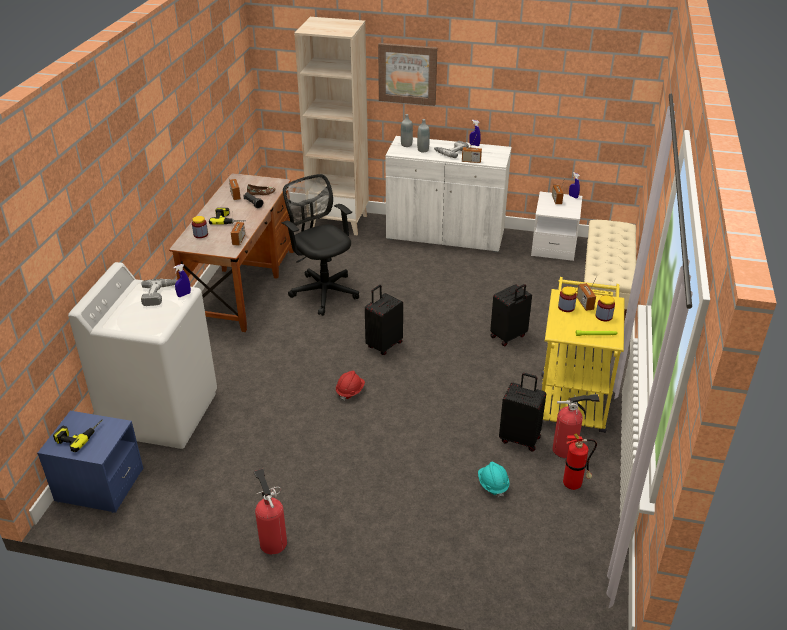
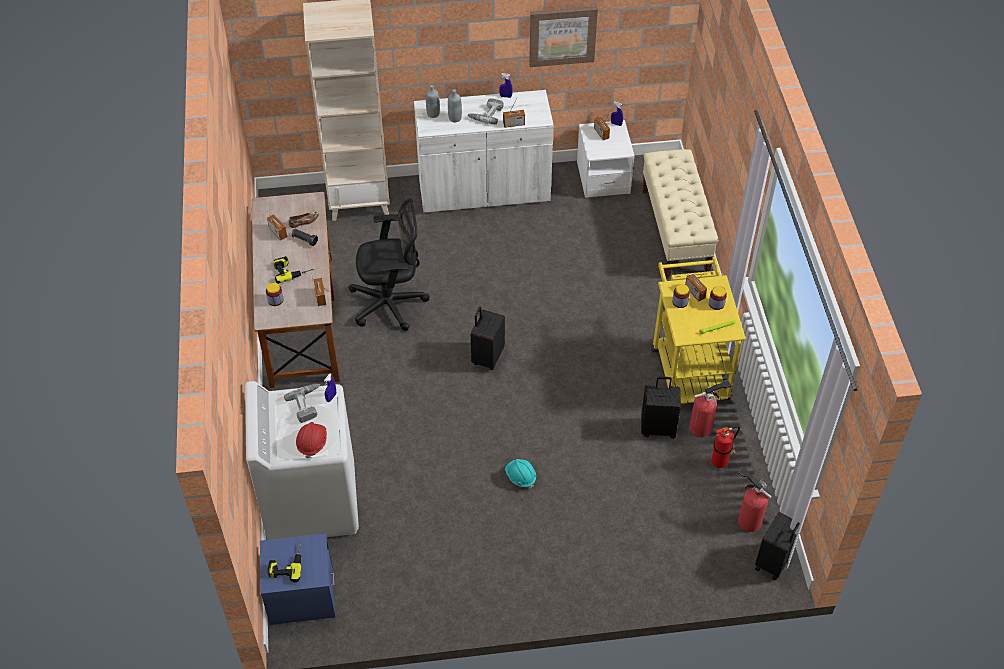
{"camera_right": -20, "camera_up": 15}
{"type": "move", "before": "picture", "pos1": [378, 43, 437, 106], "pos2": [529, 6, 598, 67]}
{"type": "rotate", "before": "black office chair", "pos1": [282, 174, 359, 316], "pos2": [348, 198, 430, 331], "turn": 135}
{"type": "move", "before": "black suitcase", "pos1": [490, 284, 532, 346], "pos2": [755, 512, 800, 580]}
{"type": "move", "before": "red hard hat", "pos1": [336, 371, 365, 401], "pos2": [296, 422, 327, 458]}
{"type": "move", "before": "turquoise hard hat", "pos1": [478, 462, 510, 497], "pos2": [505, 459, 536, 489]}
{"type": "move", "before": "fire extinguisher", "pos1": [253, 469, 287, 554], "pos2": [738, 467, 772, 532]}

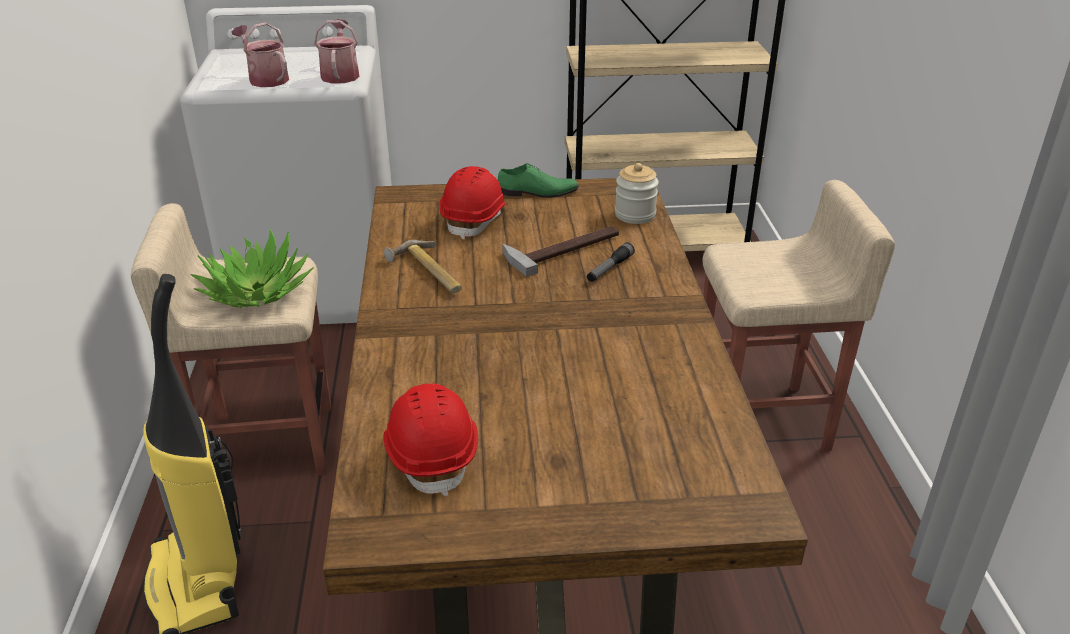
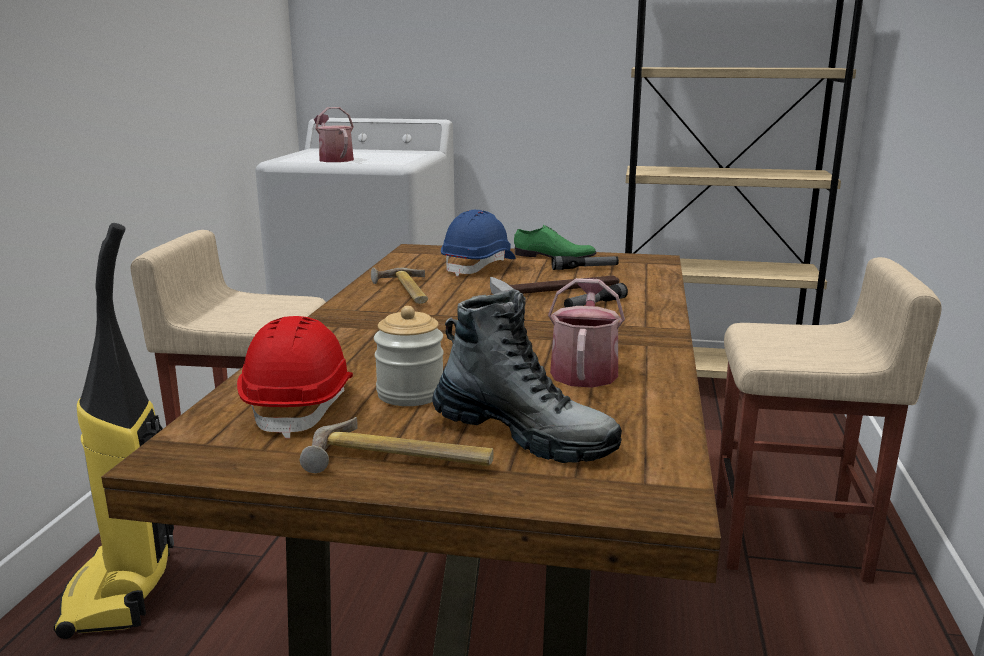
{"camera_right": 15, "camera_up": -15}
{"type": "move", "before": "watering can", "pos1": [314, 19, 360, 84], "pos2": [548, 278, 625, 388]}
{"type": "move", "before": "jar", "pos1": [615, 163, 659, 224], "pos2": [374, 306, 444, 406]}
{"type": "recolor", "before": "red hard hat", "after": "blue hard hat", "pos1": [439, 166, 507, 240], "pos2": [441, 210, 516, 277]}
{"type": "delete", "before": "potted plant", "pos1": [190, 229, 314, 308]}
{"type": "insert", "after": "flashlight", "pos2": [551, 256, 619, 270]}
{"type": "insert", "after": "boot", "pos2": [432, 289, 622, 463]}
{"type": "insert", "after": "hammer", "pos2": [299, 417, 494, 473]}

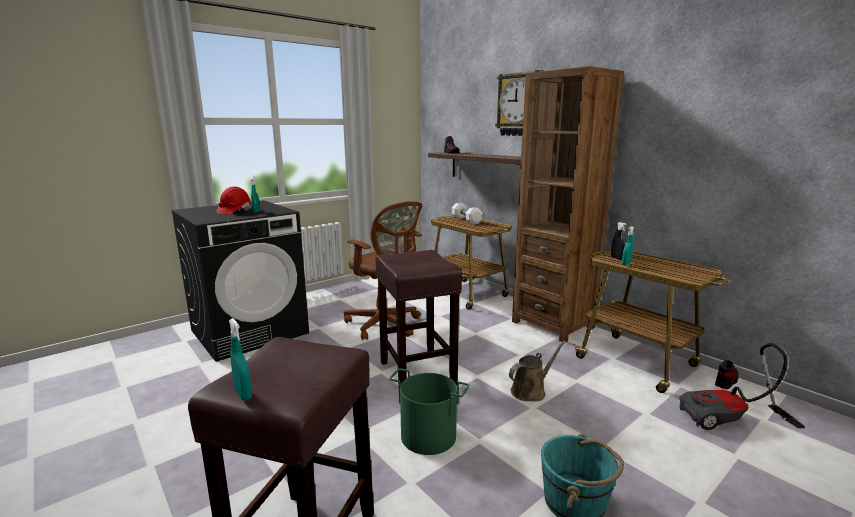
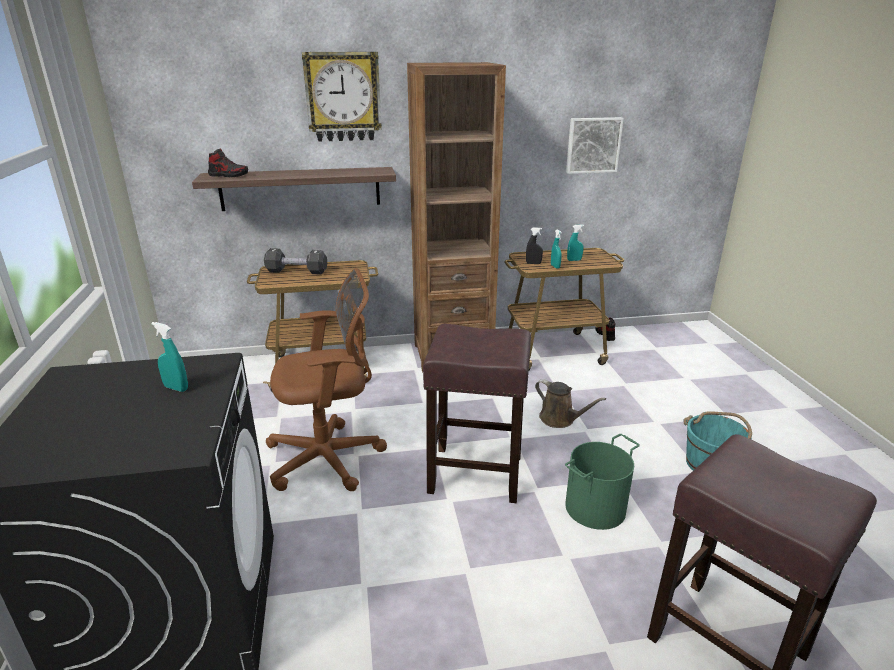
{"camera_right": -60, "camera_up": 10}
{"type": "delete", "before": "red hard hat", "pos1": [216, 187, 251, 215]}
{"type": "recolor", "before": "white dumbbell", "after": "black dumbbell", "pos1": [452, 203, 483, 224], "pos2": [264, 248, 327, 274]}
{"type": "move", "before": "turquoise spray bottle", "pos1": [229, 318, 252, 401], "pos2": [567, 224, 584, 261]}
{"type": "rotate", "before": "brown watering can", "pos1": [509, 341, 566, 401], "pos2": [535, 379, 606, 428], "turn": 135}
{"type": "delete", "before": "vacuum cleaner", "pos1": [679, 343, 805, 430]}
{"type": "insert", "after": "picture", "pos2": [566, 117, 624, 174]}

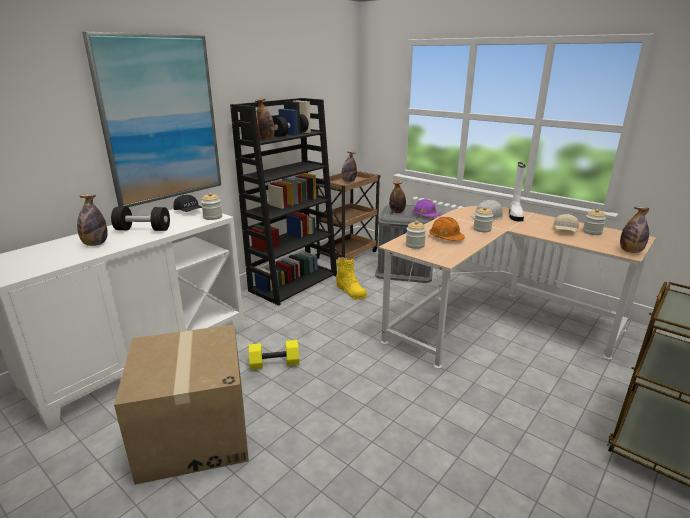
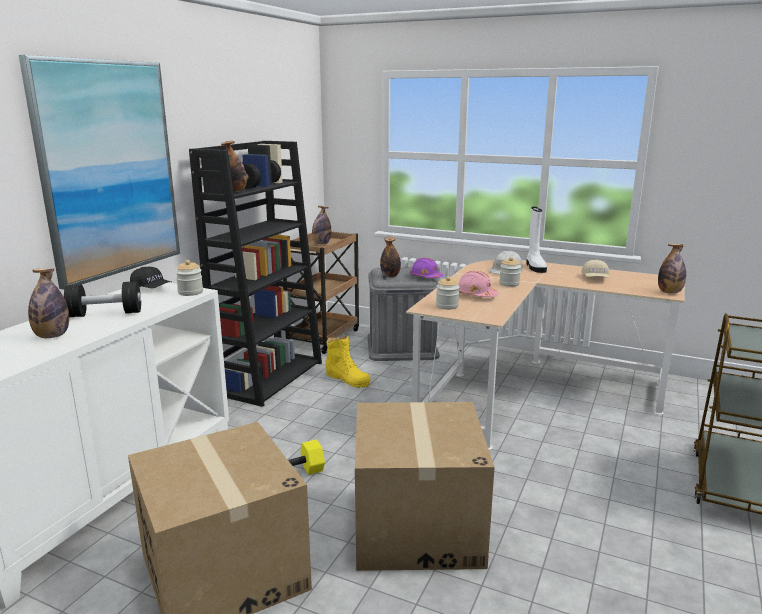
{"camera_right": -15, "camera_up": -5}
{"type": "delete", "before": "jar", "pos1": [583, 209, 606, 235]}
{"type": "recolor", "before": "orange hard hat", "after": "pink hard hat", "pos1": [429, 217, 465, 241], "pos2": [458, 271, 499, 297]}
{"type": "insert", "after": "cardboard box", "pos2": [355, 402, 494, 571]}

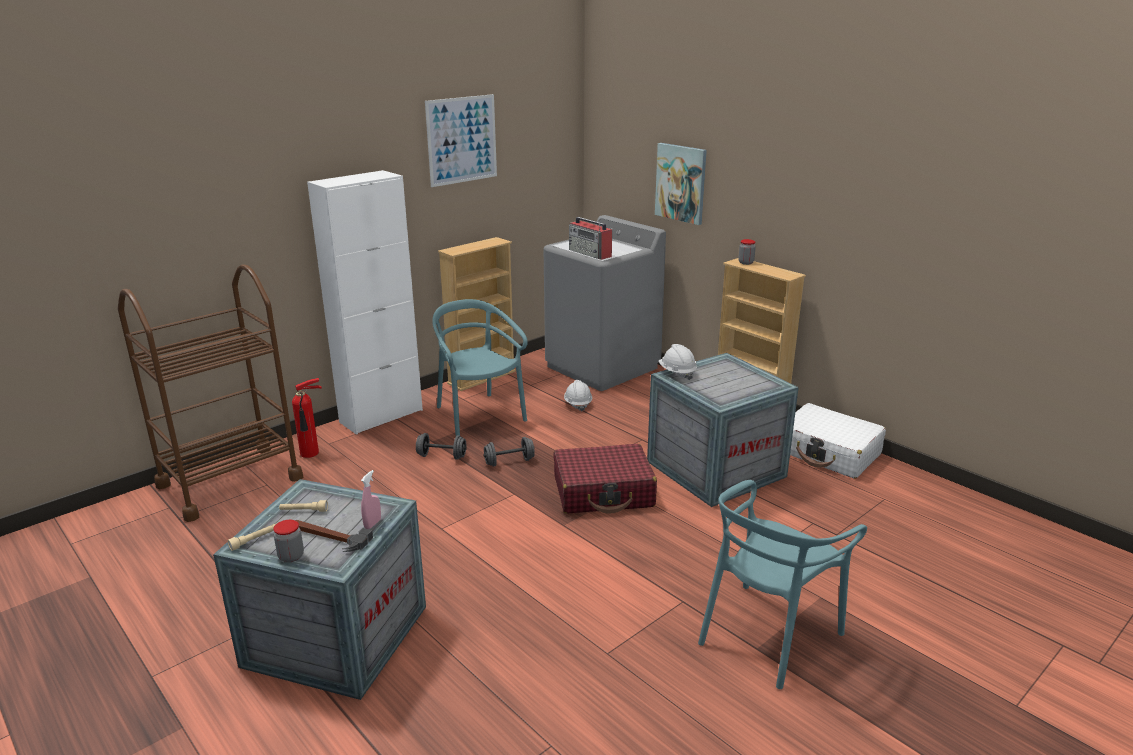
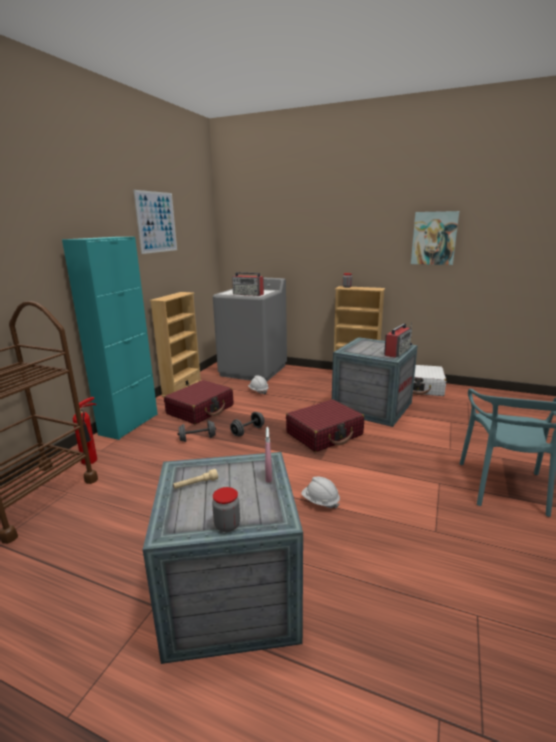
{"camera_right": -25, "camera_up": -5}
{"type": "move", "before": "picture", "pos1": [655, 143, 707, 225], "pos2": [411, 211, 459, 265]}
{"type": "recolor", "before": "white cabinet", "after": "turquoise cabinet", "pos1": [307, 170, 423, 435], "pos2": [62, 237, 158, 440]}
{"type": "replace", "before": "turquoise chair", "after": "red suitcase", "pos1": [432, 299, 528, 436], "pos2": [164, 380, 233, 424]}
{"type": "move", "before": "white hard hat", "pos1": [658, 344, 697, 380], "pos2": [301, 477, 340, 509]}
{"type": "delete", "before": "hammer", "pos1": [295, 520, 373, 552]}
{"type": "delete", "before": "beige flashlight", "pos1": [228, 524, 276, 551]}
{"type": "insert", "after": "radio", "pos2": [384, 322, 412, 358]}

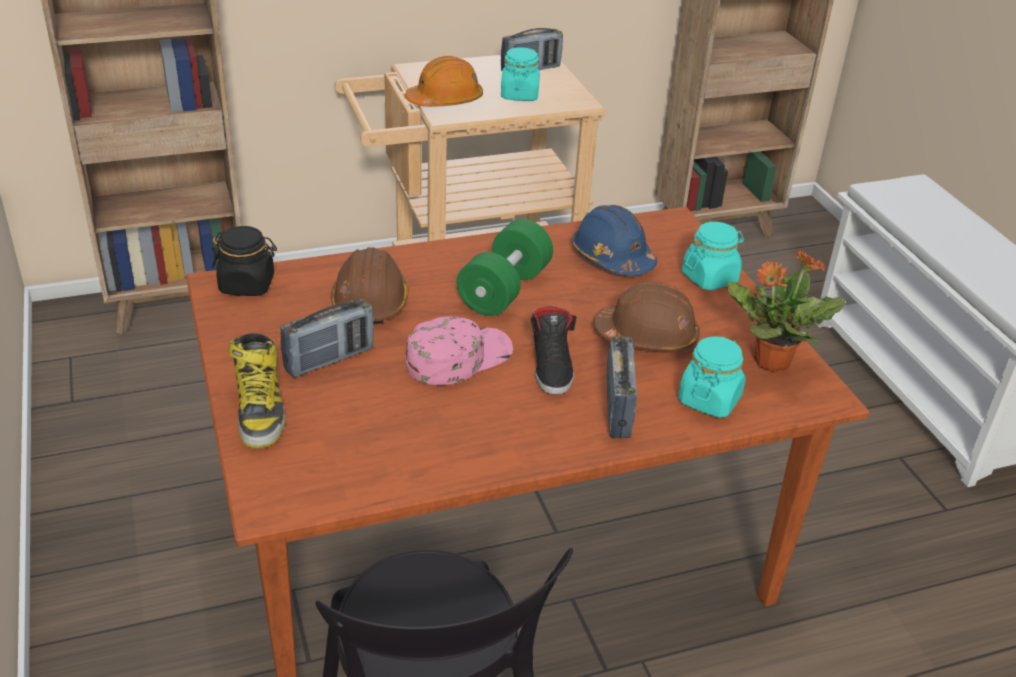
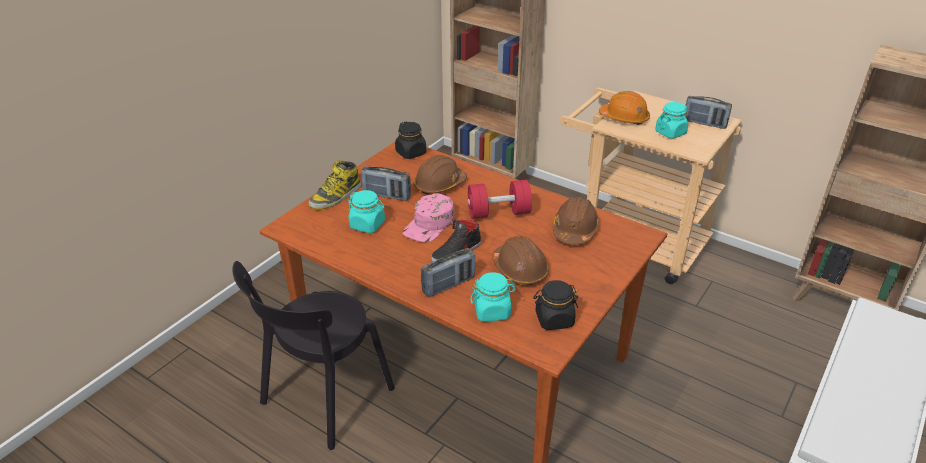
{"camera_right": 55, "camera_up": 0}
{"type": "recolor", "before": "blue hard hat", "after": "brown hard hat", "pos1": [572, 205, 657, 276], "pos2": [553, 197, 599, 245]}
{"type": "recolor", "before": "green dumbbell", "after": "red dumbbell", "pos1": [457, 219, 553, 316], "pos2": [467, 180, 532, 219]}
{"type": "move", "before": "turquoise jar", "pos1": [682, 222, 744, 290], "pos2": [348, 190, 385, 233]}
{"type": "replace", "before": "potted plant", "after": "black jar", "pos1": [727, 248, 845, 372], "pos2": [533, 280, 578, 330]}
{"type": "rotate", "before": "pink cap", "pos1": [406, 316, 513, 385], "pos2": [403, 193, 454, 242], "turn": 105}

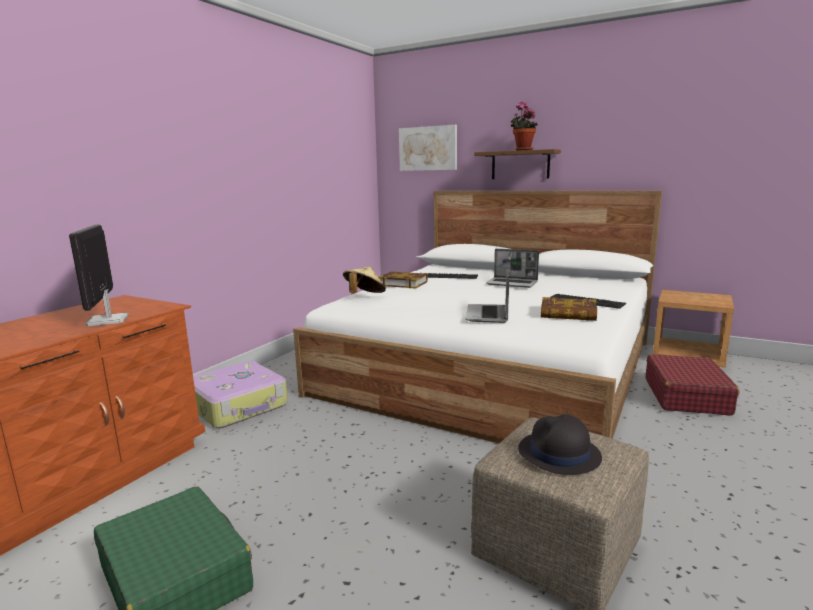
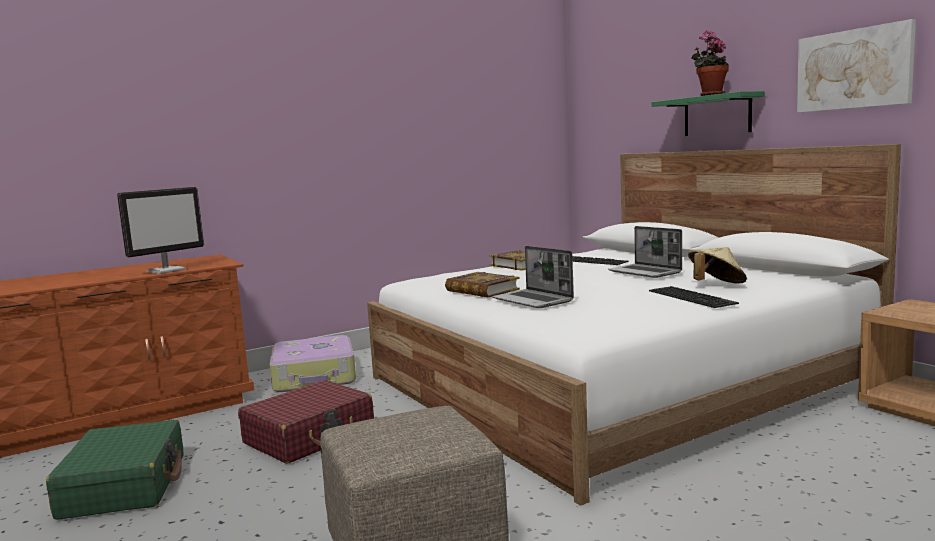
{"camera_right": 30, "camera_up": -5}
{"type": "move", "before": "picture", "pos1": [399, 125, 457, 171], "pos2": [797, 19, 916, 112]}
{"type": "recolor", "before": "brown shelf", "after": "green shelf", "pos1": [474, 149, 561, 179], "pos2": [652, 91, 765, 136]}
{"type": "rotate", "before": "monitor", "pos1": [69, 224, 129, 326], "pos2": [117, 187, 204, 274], "turn": -150}
{"type": "move", "before": "beige hat", "pos1": [343, 267, 386, 294], "pos2": [688, 247, 747, 283]}
{"type": "rotate", "before": "laptop", "pos1": [466, 270, 509, 323], "pos2": [492, 246, 574, 308], "turn": -75}
{"type": "move", "before": "book", "pos1": [541, 297, 597, 321], "pos2": [445, 272, 520, 297]}
{"type": "move", "before": "red suitcase", "pos1": [646, 354, 739, 416], "pos2": [238, 380, 374, 464]}
{"type": "delete", "before": "black hat", "pos1": [518, 414, 602, 475]}

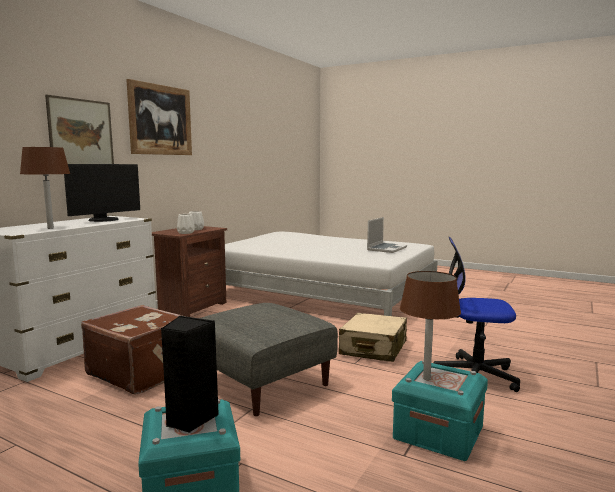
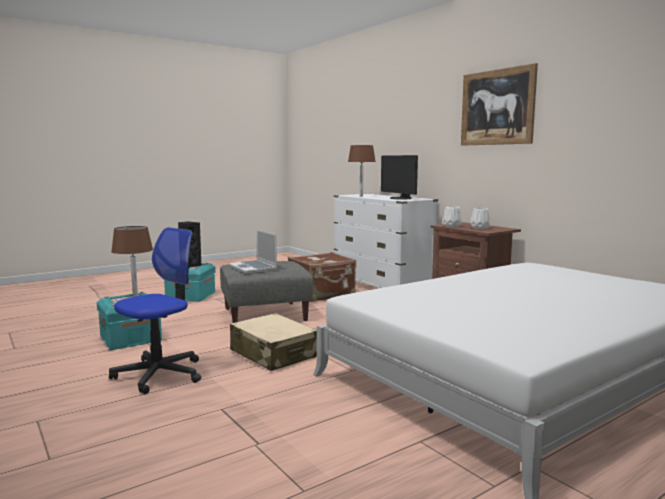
{"camera_right": 115, "camera_up": 0}
{"type": "delete", "before": "picture", "pos1": [45, 95, 114, 164]}
{"type": "move", "before": "laptop", "pos1": [367, 217, 407, 253], "pos2": [229, 230, 277, 274]}

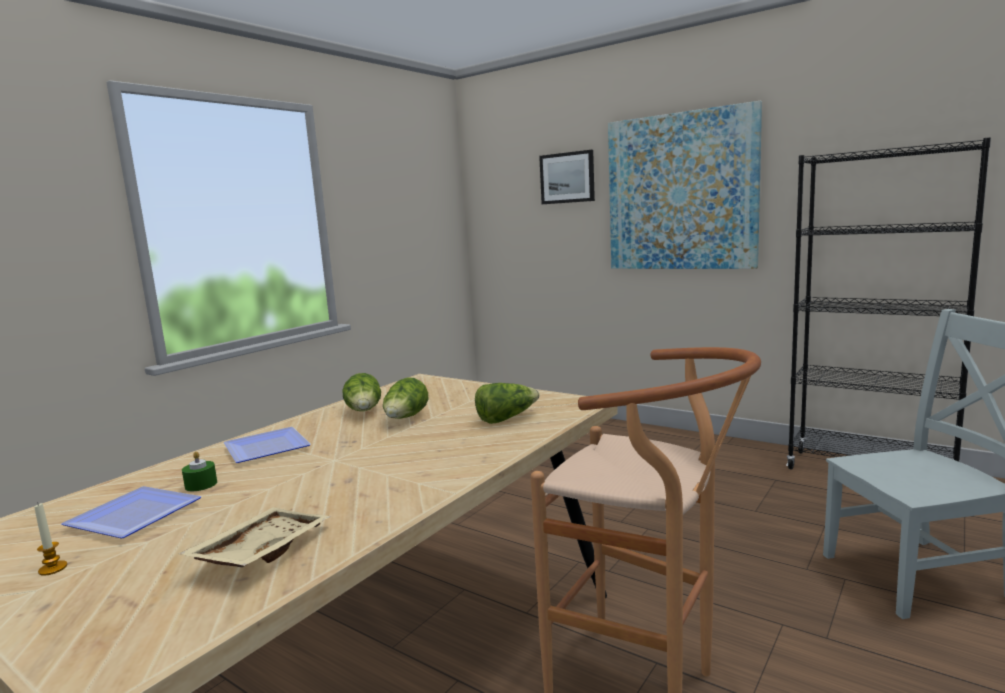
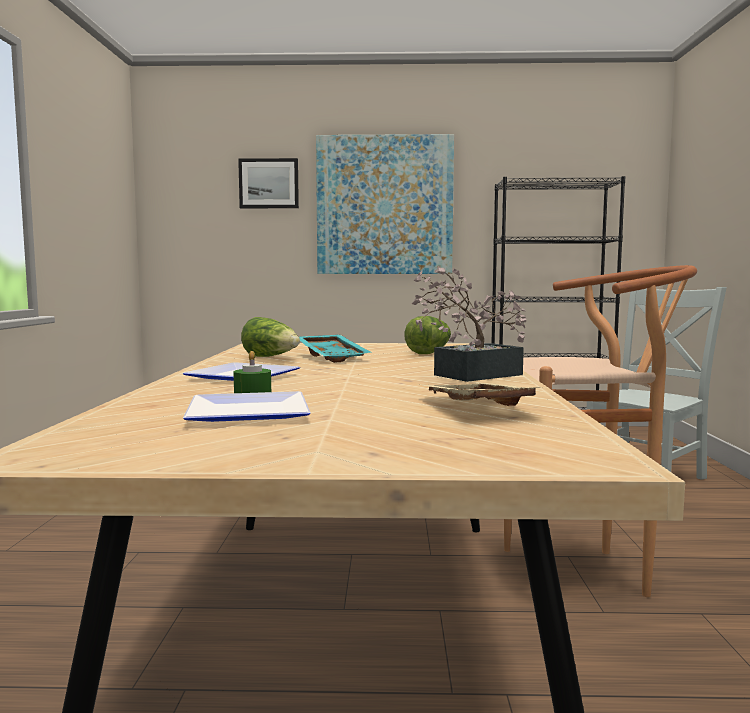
{"camera_right": -35, "camera_up": -5}
{"type": "replace", "before": "lettuce", "after": "turquoise tray", "pos1": [383, 378, 428, 419], "pos2": [299, 334, 370, 363]}
{"type": "delete", "before": "candle", "pos1": [35, 503, 68, 576]}
{"type": "insert", "after": "potted plant", "pos2": [411, 266, 526, 382]}

